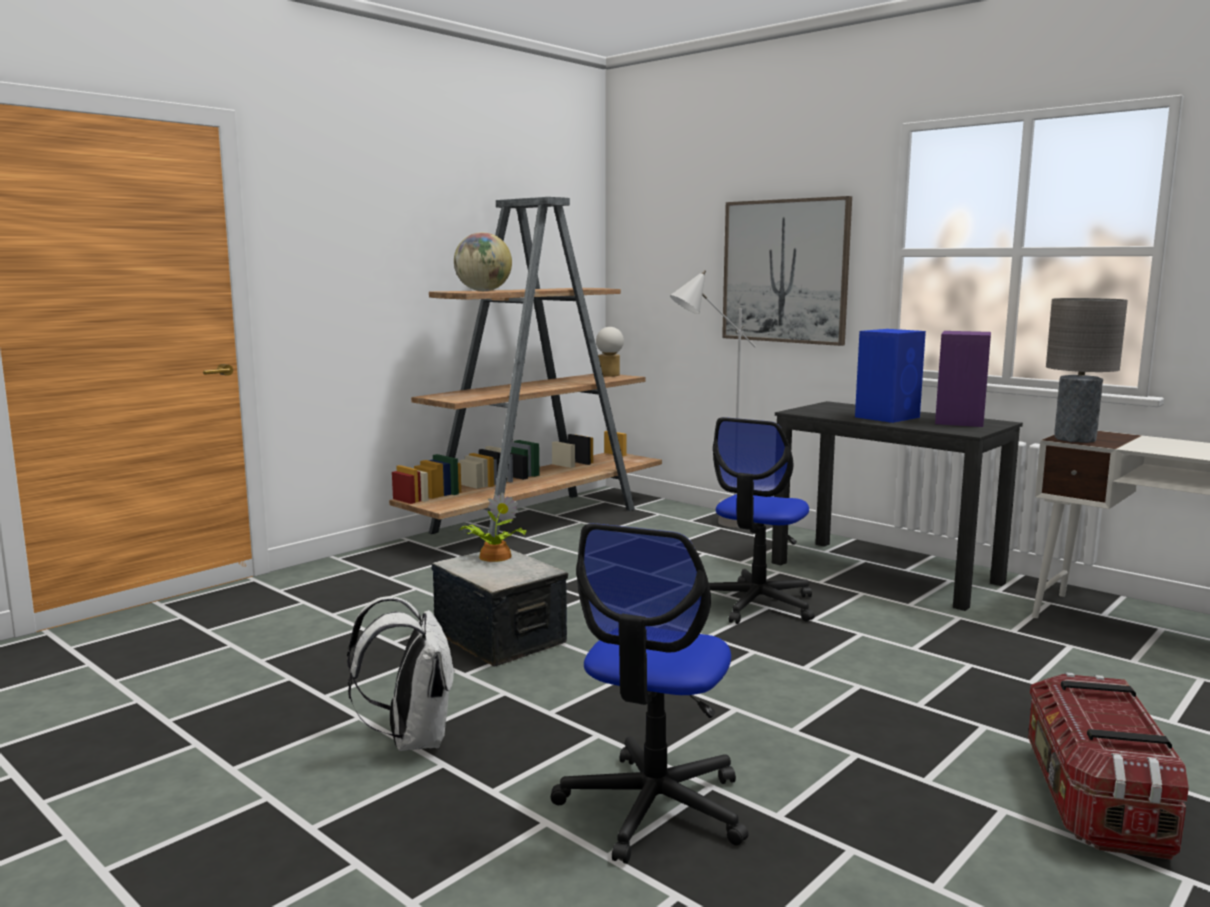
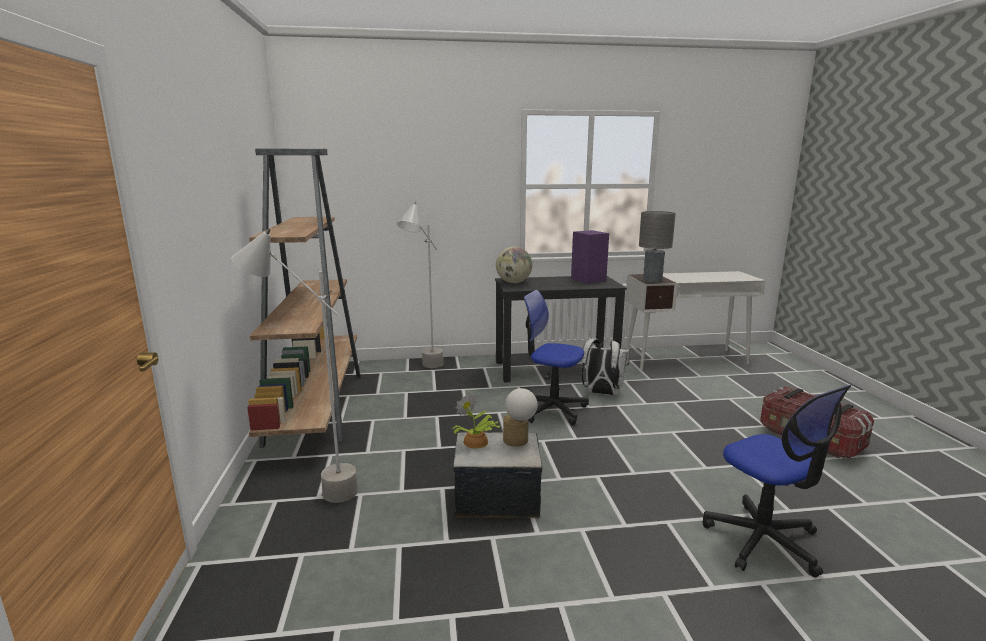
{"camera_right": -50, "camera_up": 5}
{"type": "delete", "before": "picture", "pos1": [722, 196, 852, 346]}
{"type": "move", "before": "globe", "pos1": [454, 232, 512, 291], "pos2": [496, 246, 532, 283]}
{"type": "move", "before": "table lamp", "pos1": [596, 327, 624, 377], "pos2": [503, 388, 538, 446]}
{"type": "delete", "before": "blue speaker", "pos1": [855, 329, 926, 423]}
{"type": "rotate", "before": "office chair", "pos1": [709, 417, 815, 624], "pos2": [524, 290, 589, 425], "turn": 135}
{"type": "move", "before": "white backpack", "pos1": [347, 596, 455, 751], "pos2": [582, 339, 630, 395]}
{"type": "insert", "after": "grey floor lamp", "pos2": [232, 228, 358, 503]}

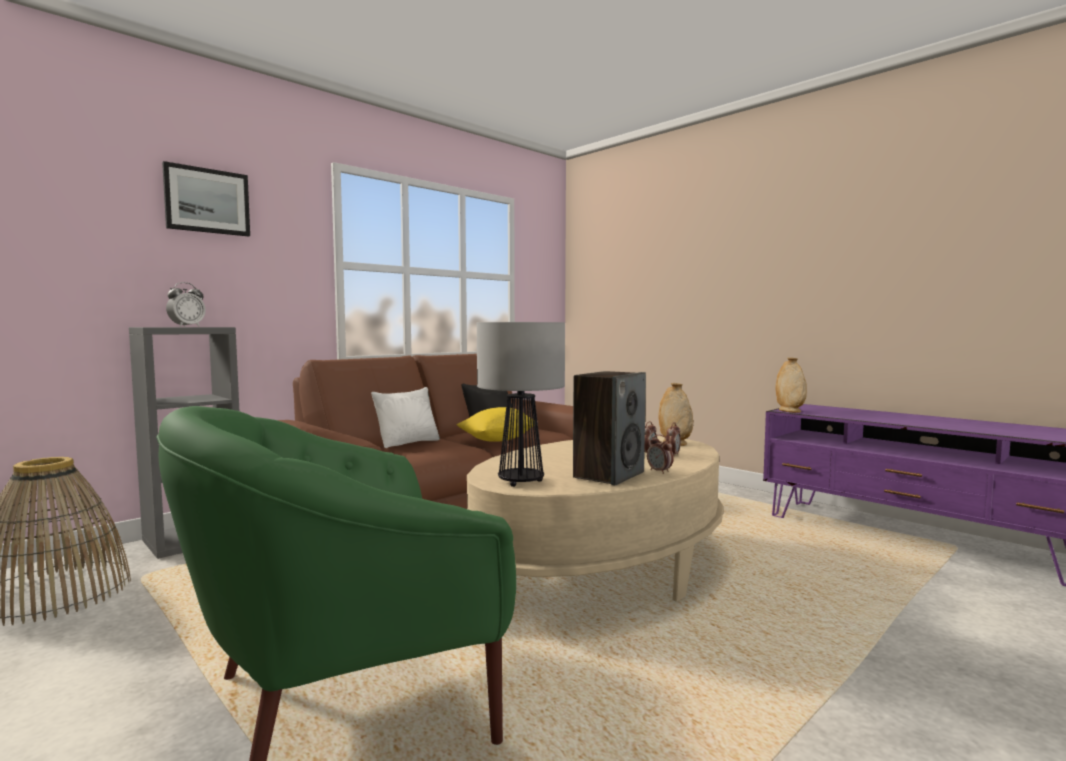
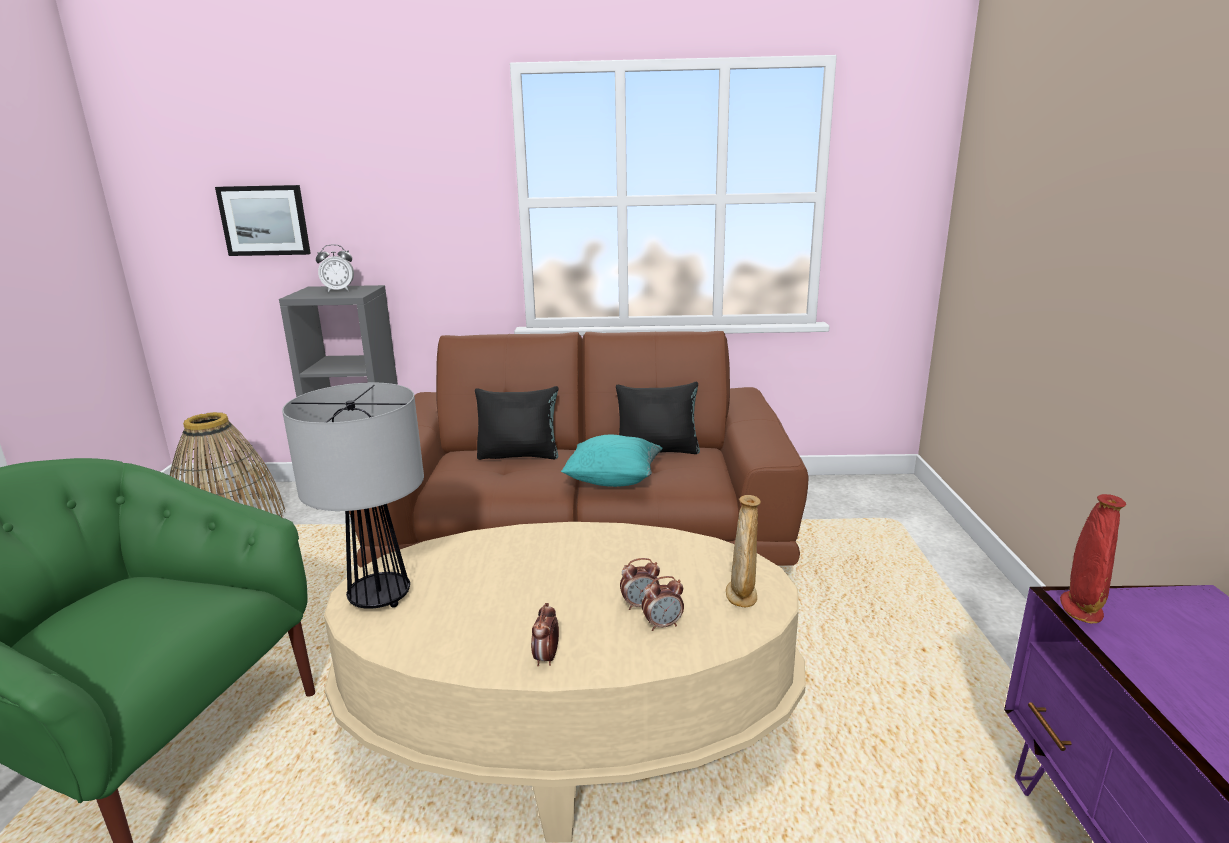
{"camera_right": 45, "camera_up": 15}
{"type": "move", "before": "picture", "pos1": [162, 161, 250, 236], "pos2": [215, 185, 311, 256]}
{"type": "recolor", "before": "beige vase", "after": "red vase", "pos1": [775, 357, 807, 413], "pos2": [1060, 494, 1126, 623]}
{"type": "delete", "before": "speaker", "pos1": [573, 371, 646, 486]}
{"type": "recolor", "before": "white pillow", "after": "black pillow", "pos1": [371, 387, 440, 448], "pos2": [475, 386, 558, 460]}
{"type": "recolor", "before": "yellow pillow", "after": "turquoise pillow", "pos1": [456, 407, 535, 442], "pos2": [561, 435, 662, 487]}

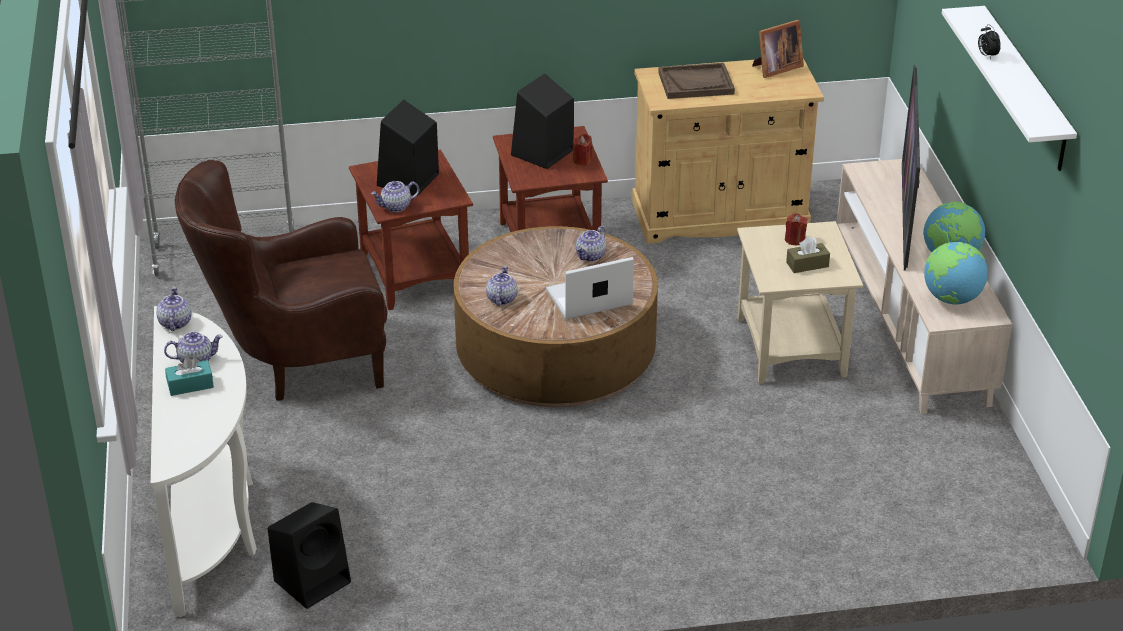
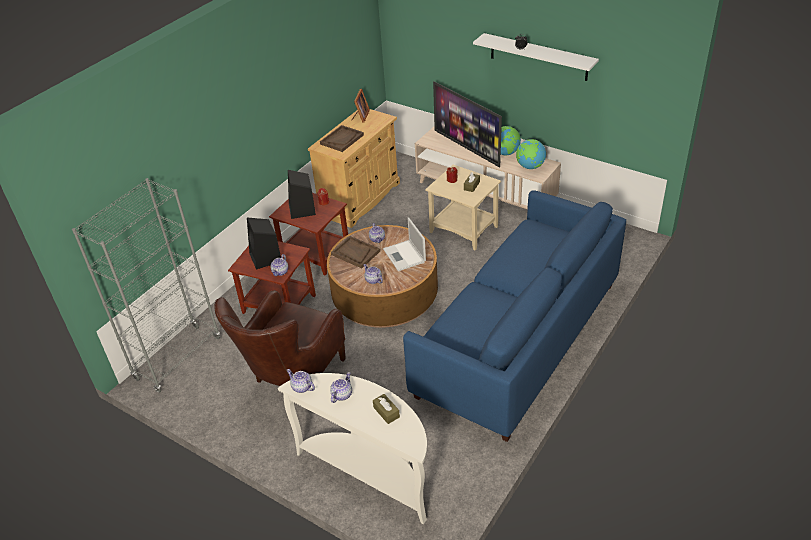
{"camera_right": -45, "camera_up": 5}
{"type": "rotate", "before": "laptop", "pos1": [546, 257, 634, 319], "pos2": [383, 217, 426, 271], "turn": -45}
{"type": "delete", "before": "turquoise tissue box", "pos1": [165, 357, 214, 396]}
{"type": "delete", "before": "black speaker", "pos1": [268, 502, 351, 609]}
{"type": "insert", "after": "blue sofa", "pos2": [403, 190, 626, 442]}
{"type": "insert", "after": "brown tray", "pos2": [331, 236, 380, 268]}
{"type": "insert", "after": "brown tissue box", "pos2": [373, 394, 400, 424]}

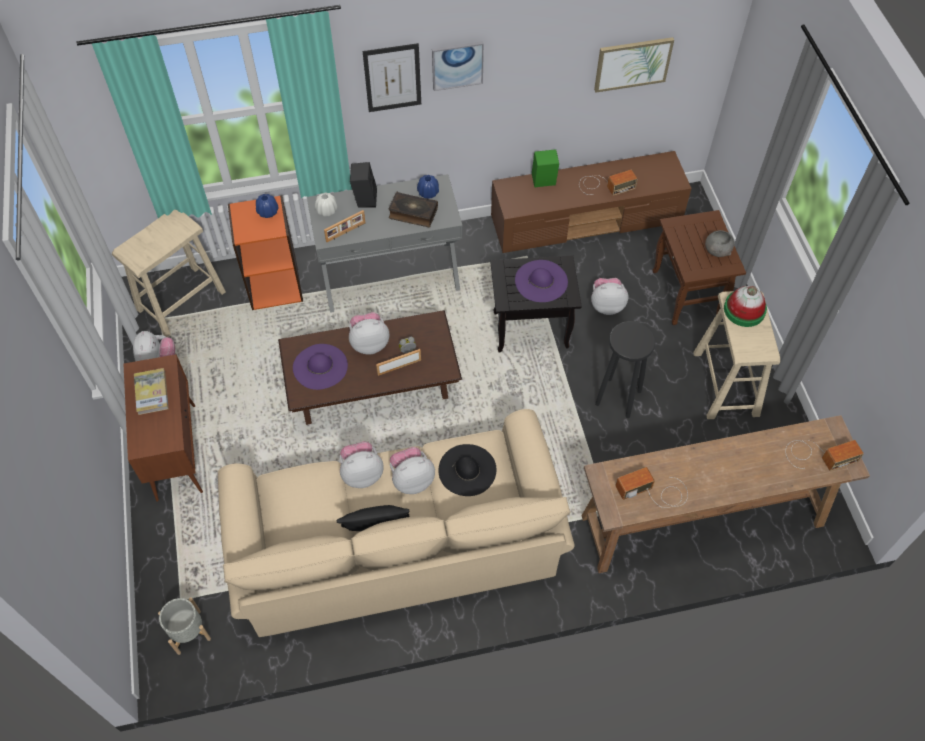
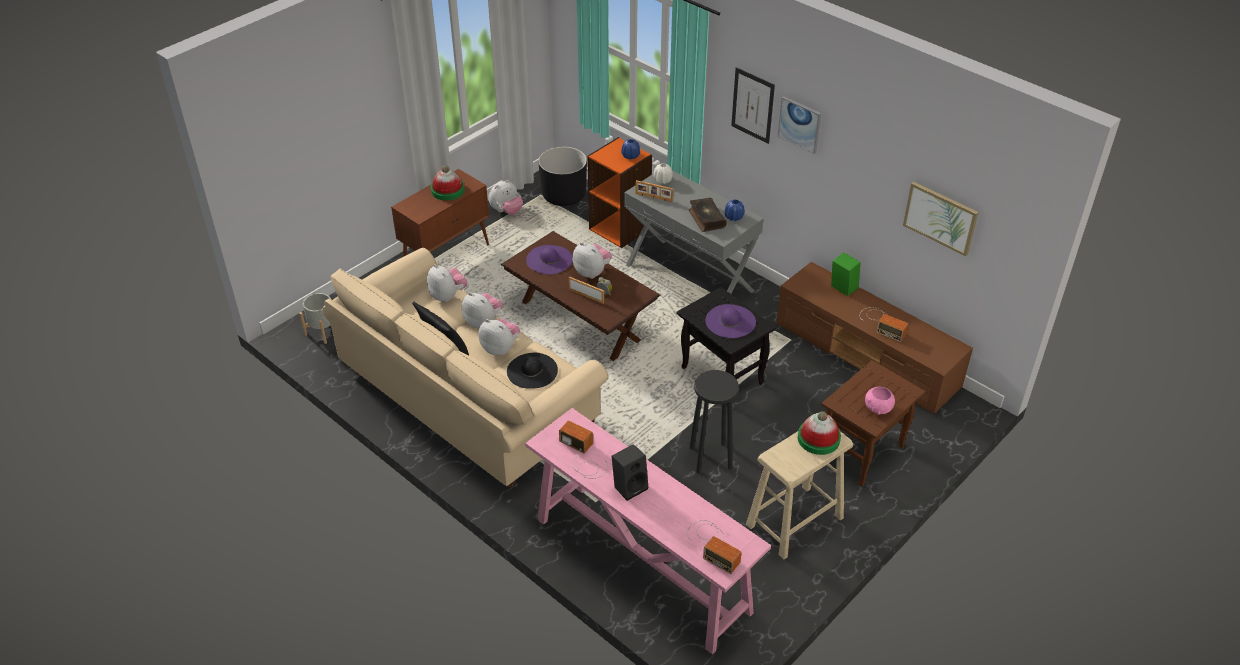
{"camera_right": 55, "camera_up": -15}
{"type": "move", "before": "black speaker", "pos1": [350, 162, 377, 208], "pos2": [612, 444, 648, 501]}
{"type": "replace", "before": "beige stool", "after": "black planter", "pos1": [112, 210, 226, 337], "pos2": [538, 147, 587, 206]}
{"type": "recolor", "before": "grey bowl", "after": "pink bowl", "pos1": [705, 230, 734, 257], "pos2": [865, 387, 895, 415]}
{"type": "move", "before": "plush toy", "pos1": [591, 278, 629, 315], "pos2": [427, 264, 467, 302]}
{"type": "replace", "before": "book", "after": "hat", "pos1": [134, 368, 169, 415], "pos2": [431, 165, 465, 200]}
{"type": "recolor", "before": "brown console table", "after": "pink console table", "pos1": [582, 415, 870, 573], "pos2": [525, 408, 771, 654]}

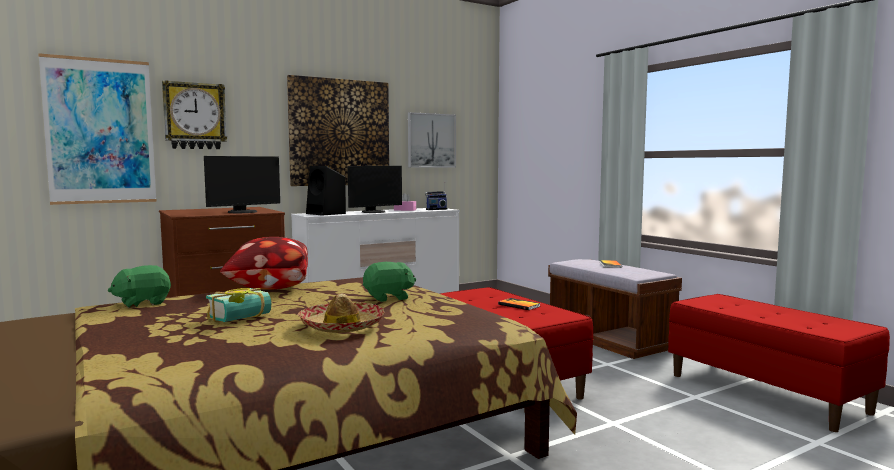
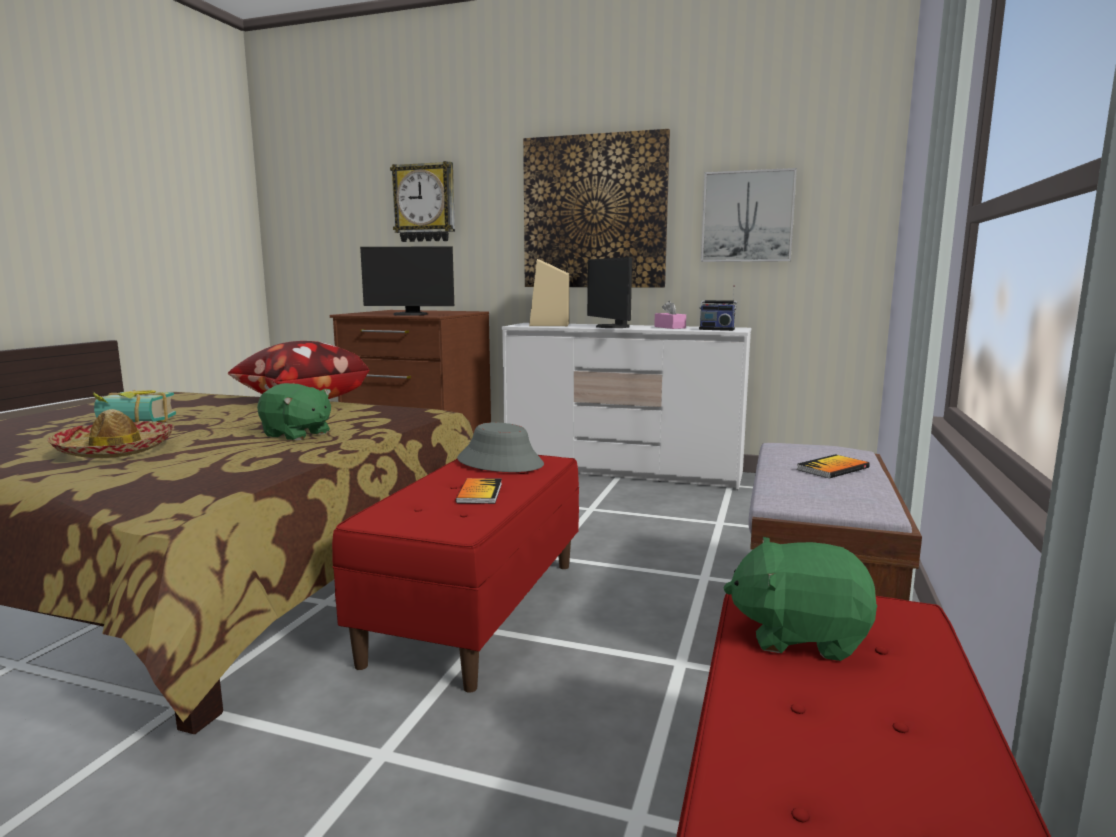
{"camera_right": 50, "camera_up": 5}
{"type": "delete", "before": "picture", "pos1": [38, 53, 157, 205]}
{"type": "recolor", "before": "black speaker", "after": "beige speaker", "pos1": [306, 166, 346, 216], "pos2": [529, 259, 569, 326]}
{"type": "rotate", "before": "monitor", "pos1": [348, 166, 402, 213], "pos2": [587, 257, 632, 328], "turn": 60}
{"type": "move", "before": "green plush toy", "pos1": [108, 265, 171, 308], "pos2": [723, 537, 877, 661]}
{"type": "insert", "after": "grey hat", "pos2": [457, 423, 544, 472]}

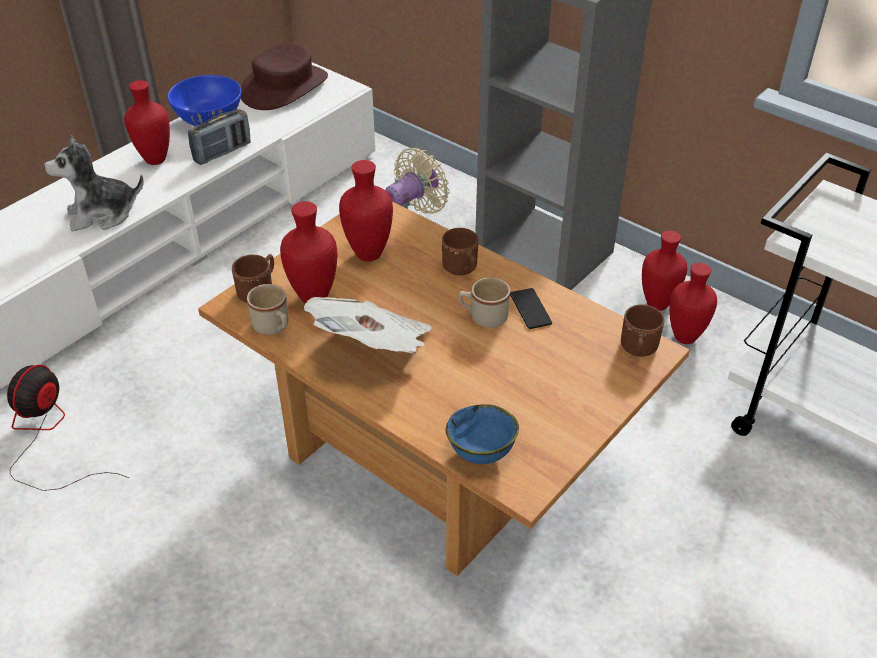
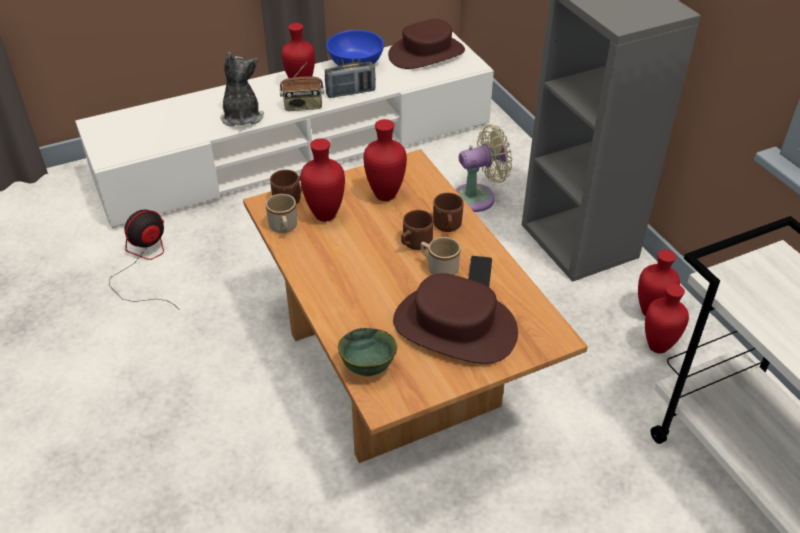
{"camera_right": 25, "camera_up": 0}
{"type": "rotate", "before": "plush toy", "pos1": [44, 135, 143, 231], "pos2": [220, 52, 264, 127], "turn": 75}
{"type": "delete", "before": "newspaper", "pos1": [304, 297, 432, 353]}
{"type": "move", "before": "brown mug", "pos1": [621, 304, 664, 357], "pos2": [401, 210, 434, 250]}
{"type": "recolor", "before": "blue bowl", "after": "green bowl", "pos1": [446, 404, 519, 465], "pos2": [338, 328, 397, 377]}
{"type": "insert", "after": "radio", "pos2": [280, 63, 324, 111]}
{"type": "insert", "after": "brown hat", "pos2": [393, 273, 518, 364]}

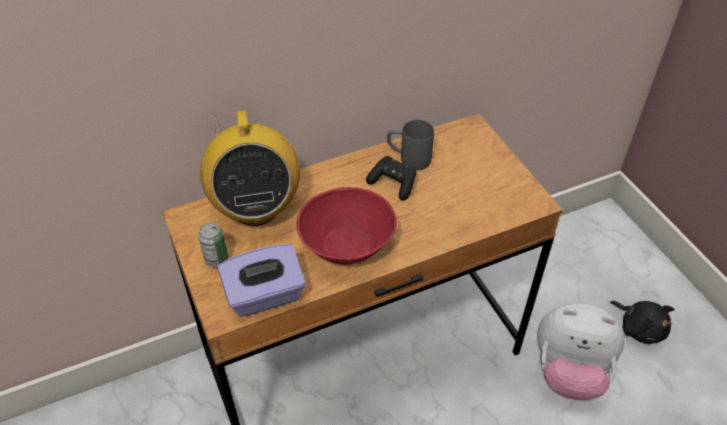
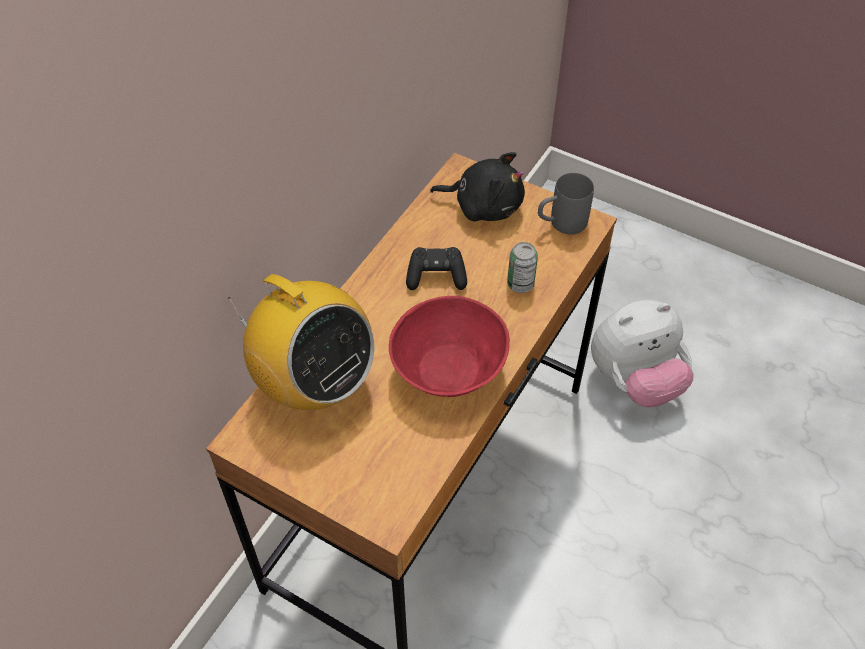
{"camera_right": -35, "camera_up": 5}
{"type": "move", "before": "grey mug", "pos1": [387, 120, 434, 170], "pos2": [538, 173, 594, 234]}
{"type": "move", "before": "can", "pos1": [198, 223, 228, 267], "pos2": [507, 242, 538, 293]}
{"type": "delete", "before": "purple tissue box", "pos1": [217, 244, 306, 317]}
{"type": "move", "before": "black plush toy", "pos1": [610, 301, 674, 344], "pos2": [430, 152, 525, 222]}

